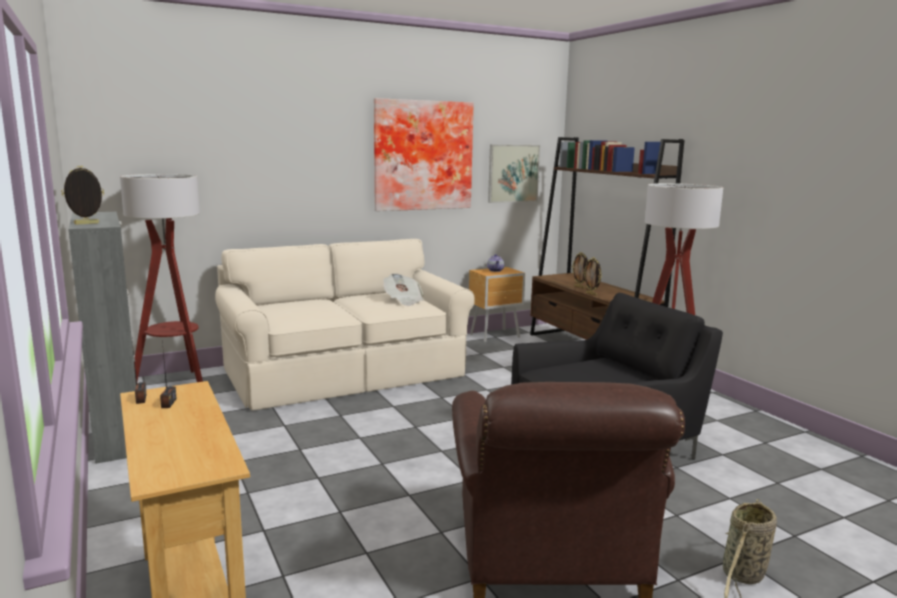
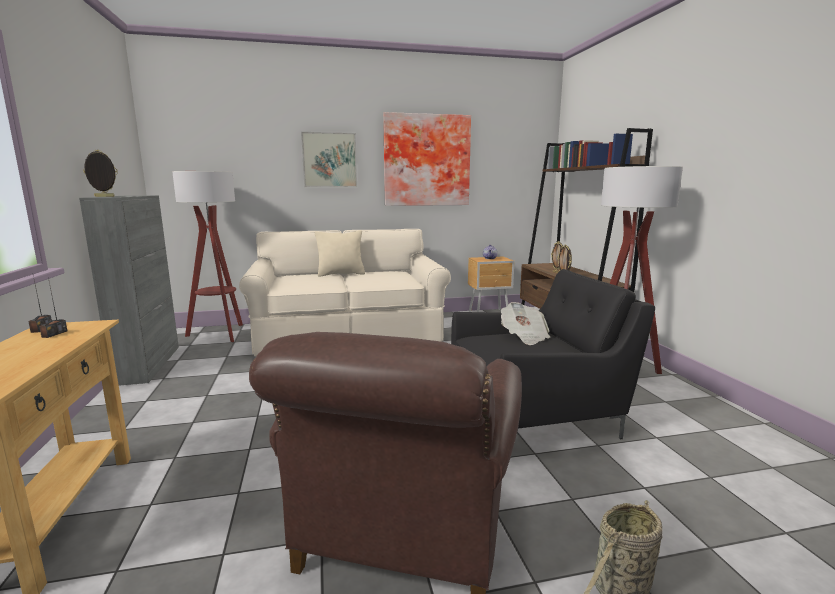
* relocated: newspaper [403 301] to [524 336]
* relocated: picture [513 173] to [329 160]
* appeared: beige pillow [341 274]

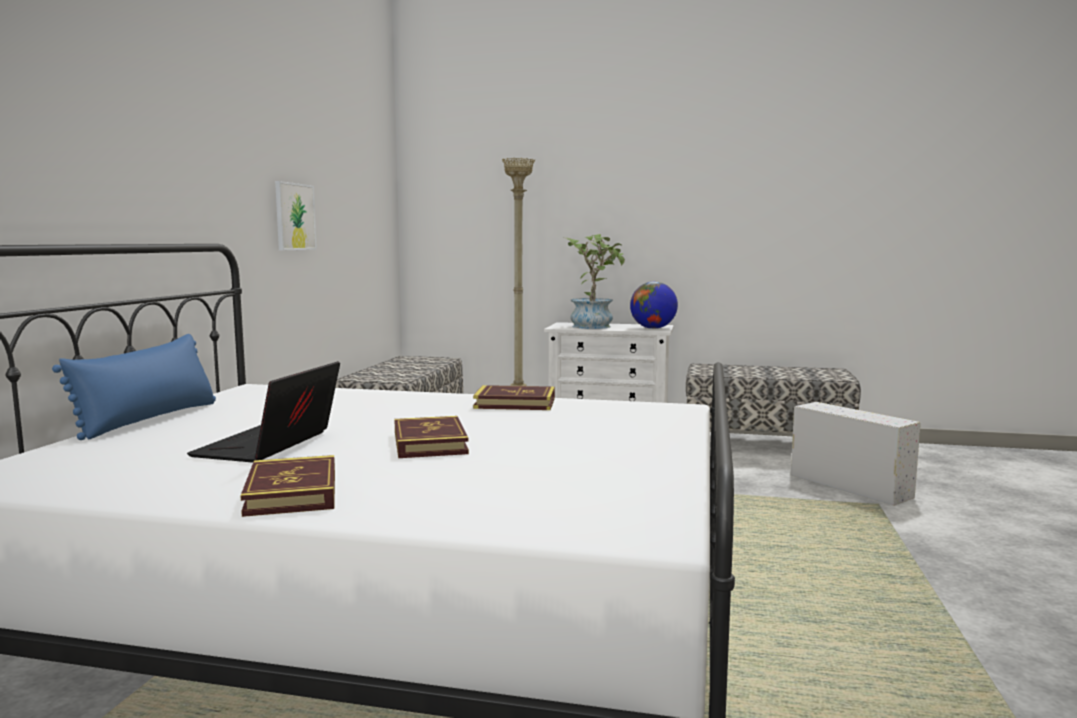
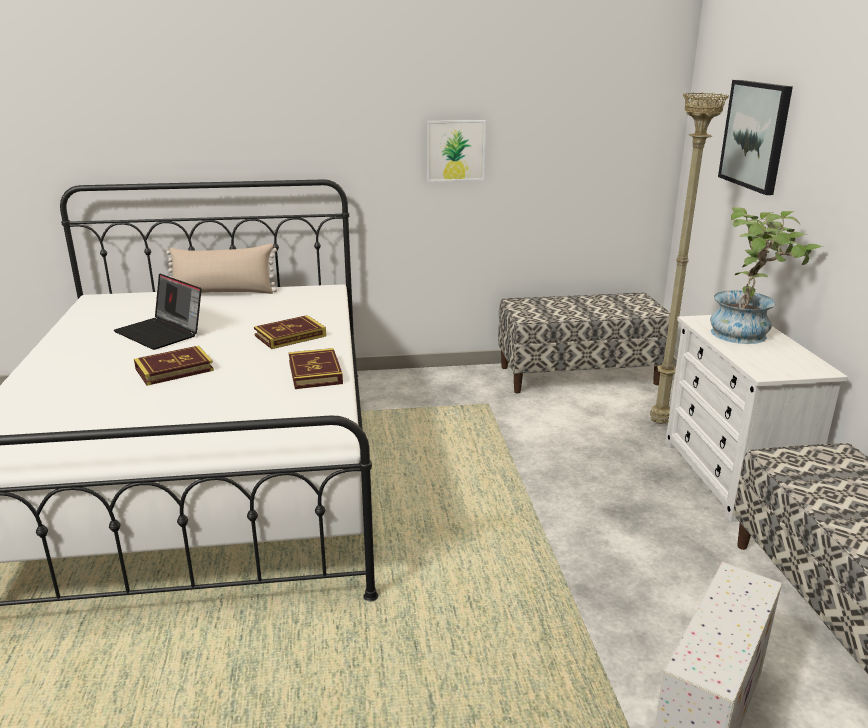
* colour: blue pillow [149 419] to beige pillow [223 292]
* spun: laptop [269 446] = [162 333] 135 degrees counterclockwise
* relocated: book [292 492] to [290 336]
* missing: globe [653 328]
* appeared: picture [755 135]

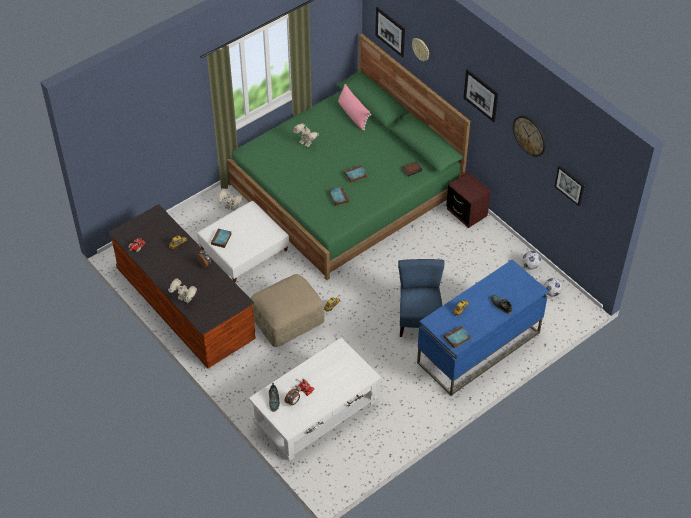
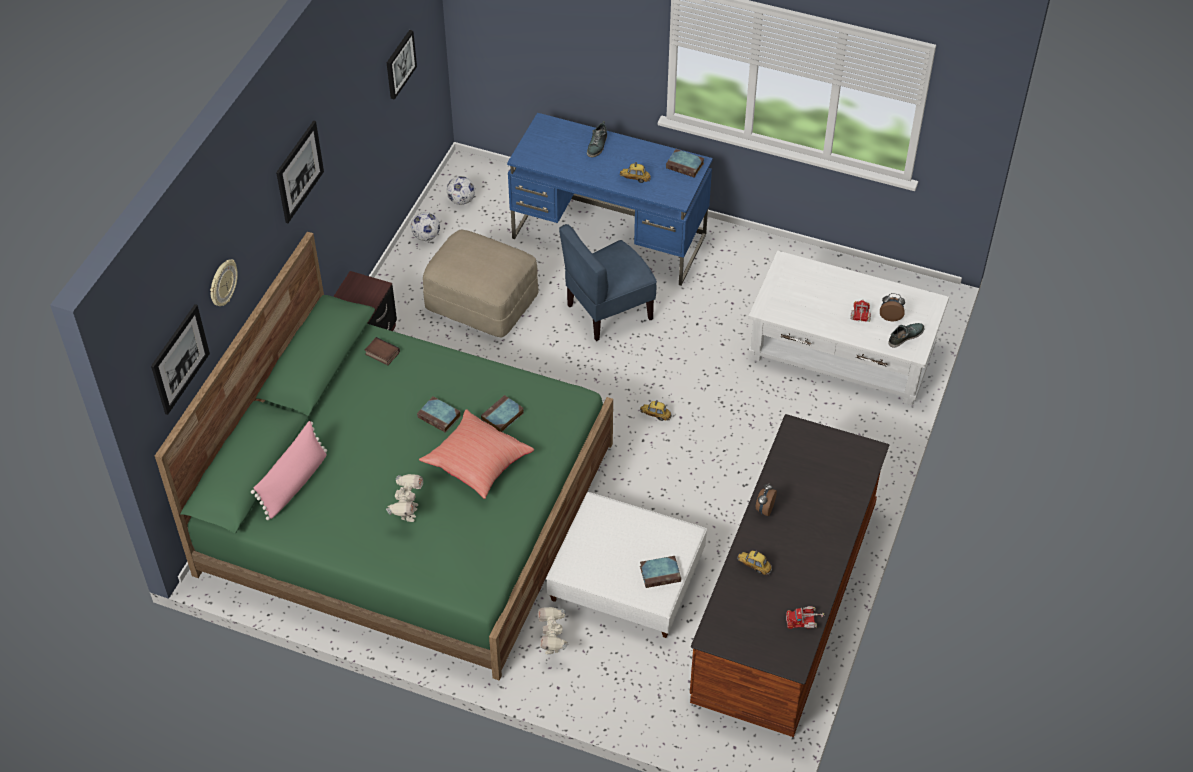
* missing: toy robot [184 300]
* relocated: beige ottoman [287 320] to [481 302]
* missing: wall clock [530 135]
* appeared: red pillow [477 464]

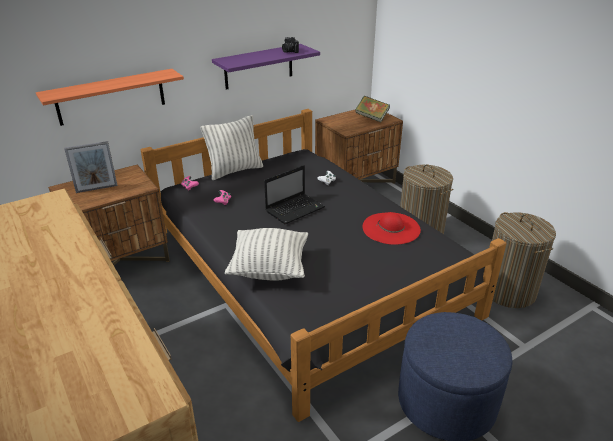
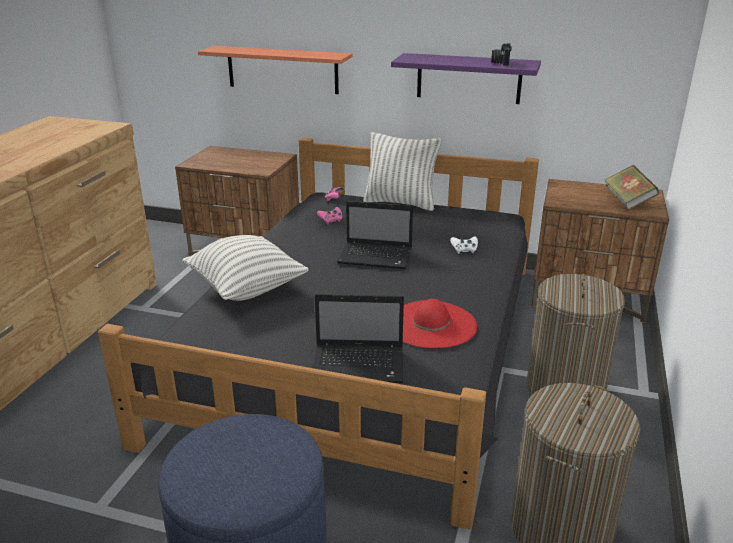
* missing: picture frame [97 189]
* appeared: laptop [360 365]

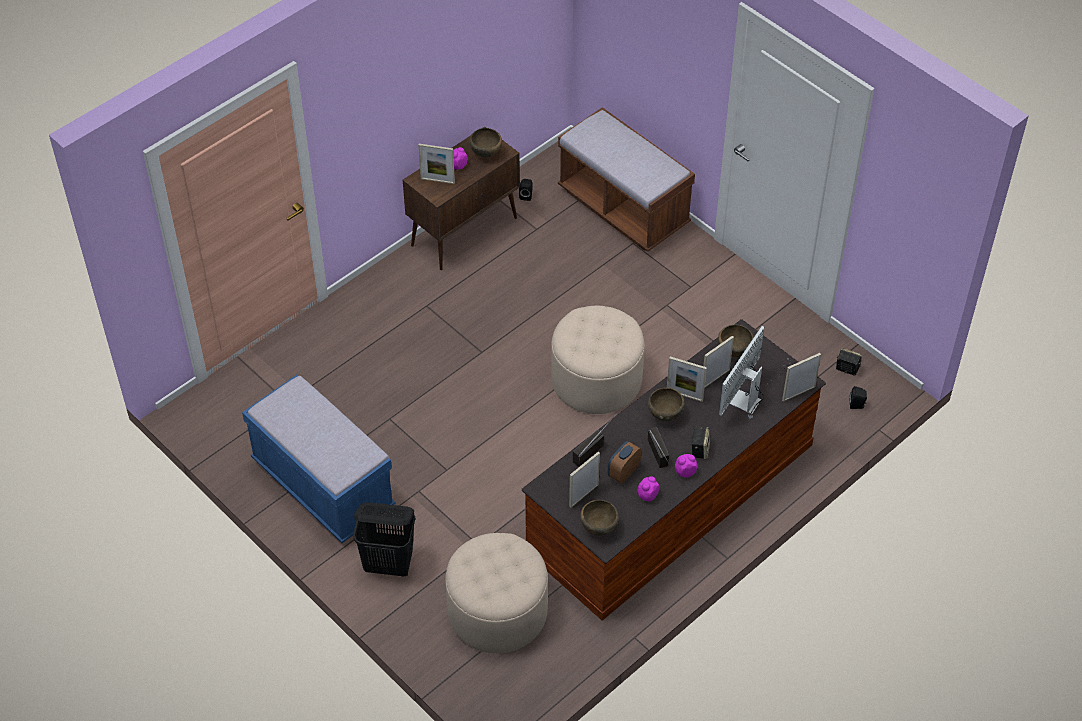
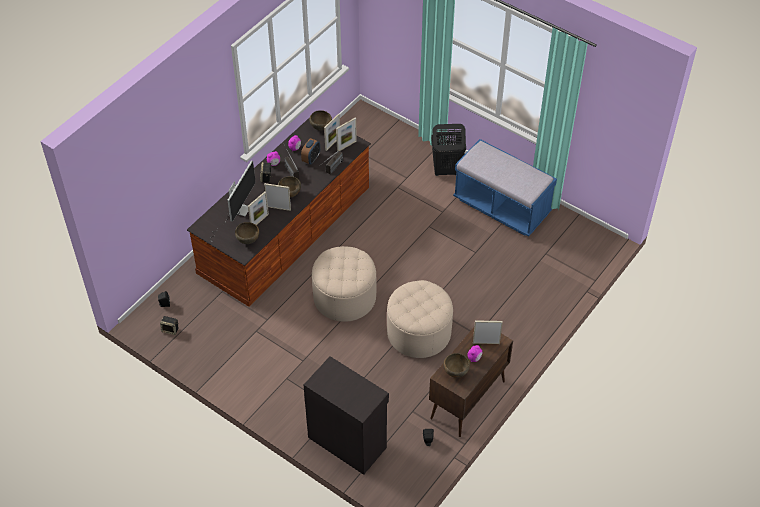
* relocated: beige ottoman [497 611] to [419 332]
* exchanged: brown bench [623 208] to black cabinet [347 441]
* relocated: picture frame [798 393] to [346 146]

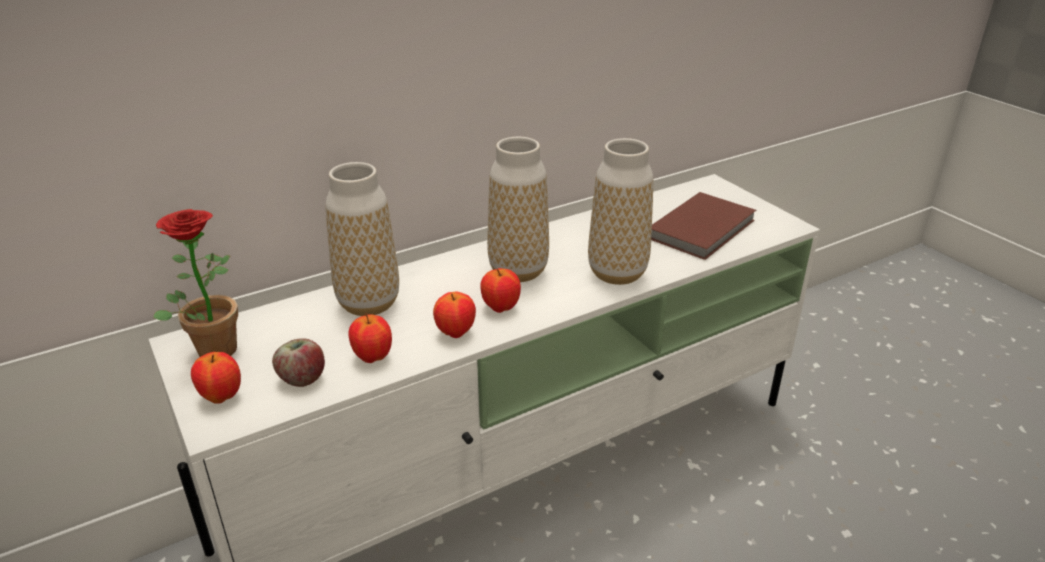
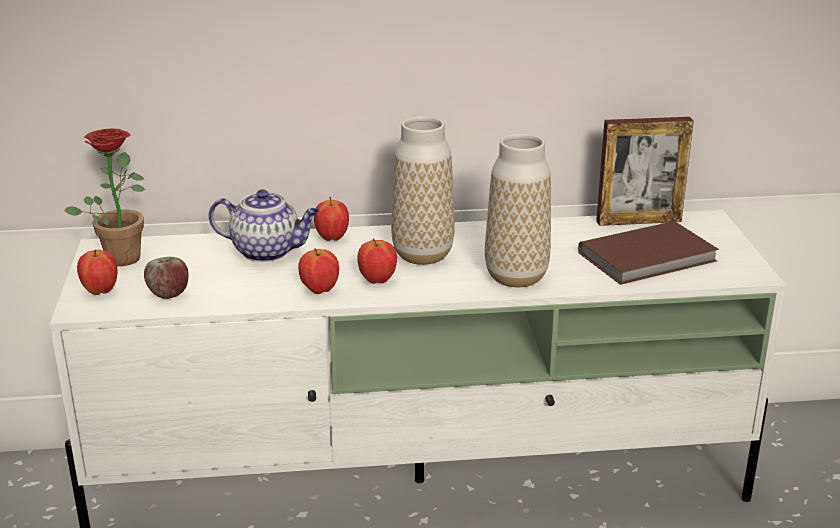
* exchanged: vase [368 303] to teapot [268 251]
* relocated: apple [373 357] to [332 238]
* appeared: picture frame [638 221]

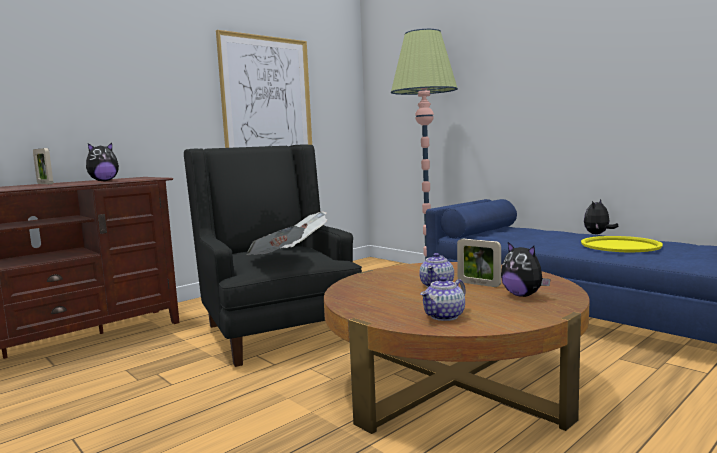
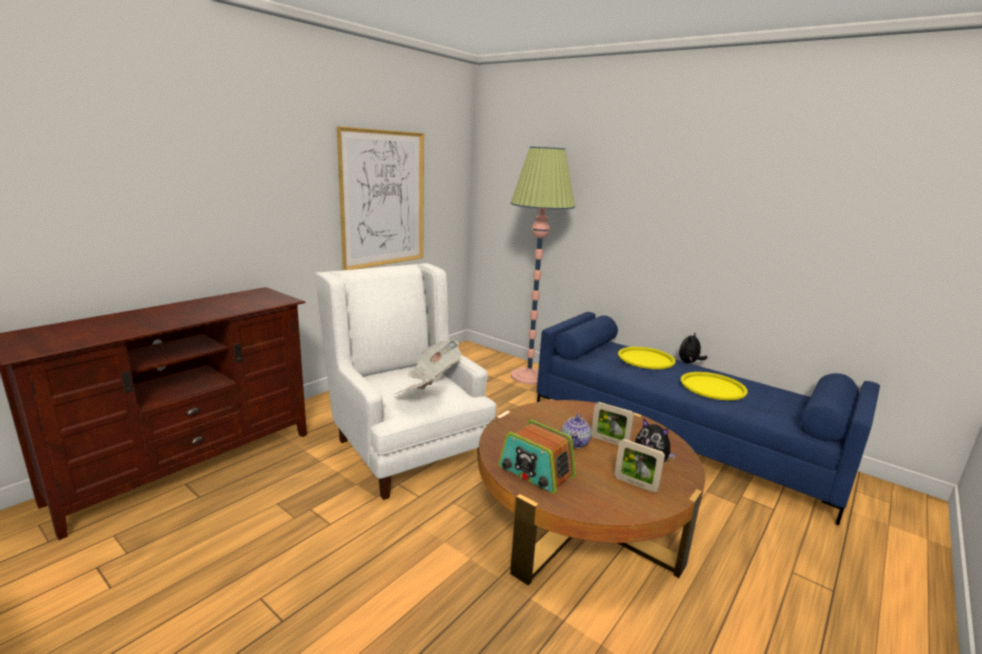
* relocated: picture frame [45 184] to [635 484]
* missing: plush toy [103 181]
* colour: black armchair [275 328] to white armchair [404 445]
* missing: teapot [444 316]
* appeared: radio [535 472]
* appeared: yellow tray [646 359]

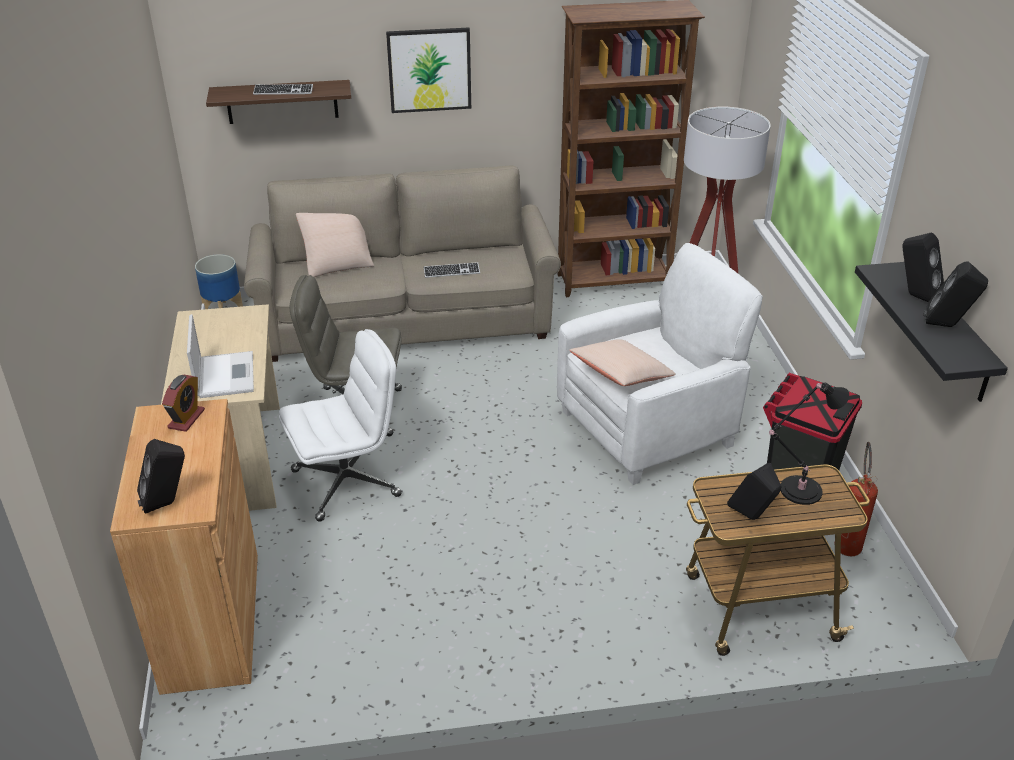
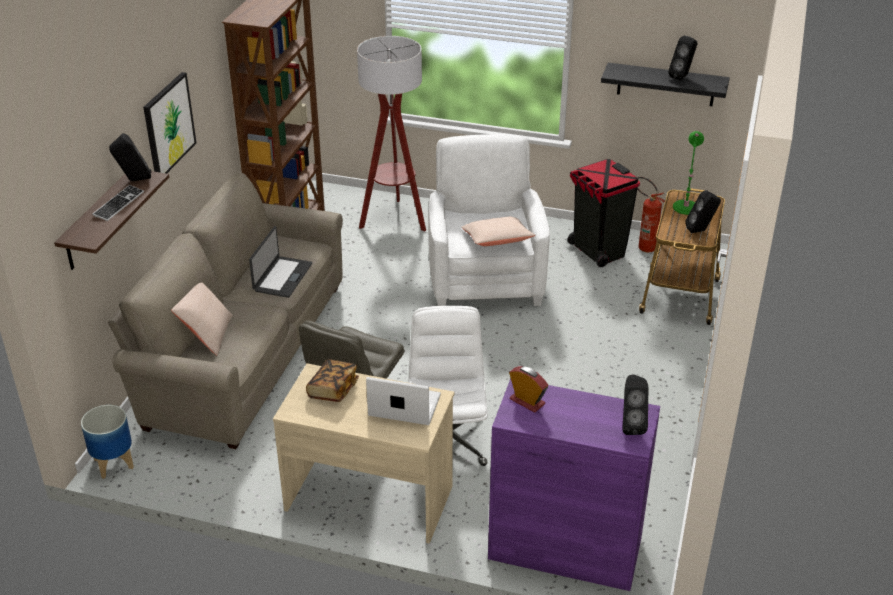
* colour: brown cabinet [211 620] to purple cabinet [565 548]
* exchanged: keyboard [451 271] to laptop [282 277]
* colour: black table lamp [797 491] to green table lamp [685 209]
* relocated: black speaker [914 295] to [134 180]
* appeared: book [333 390]

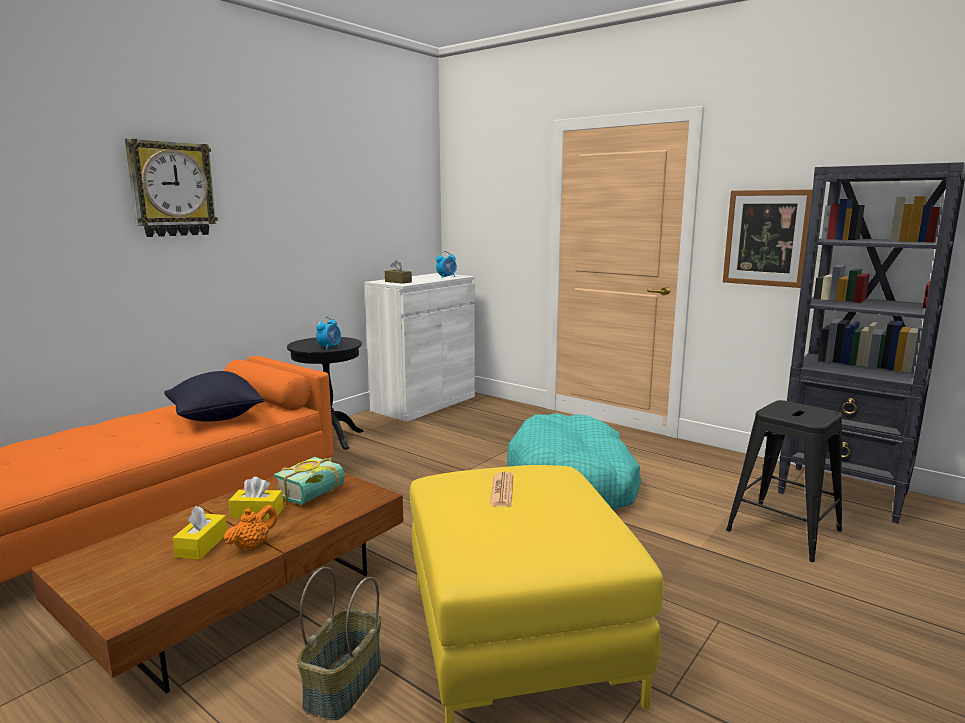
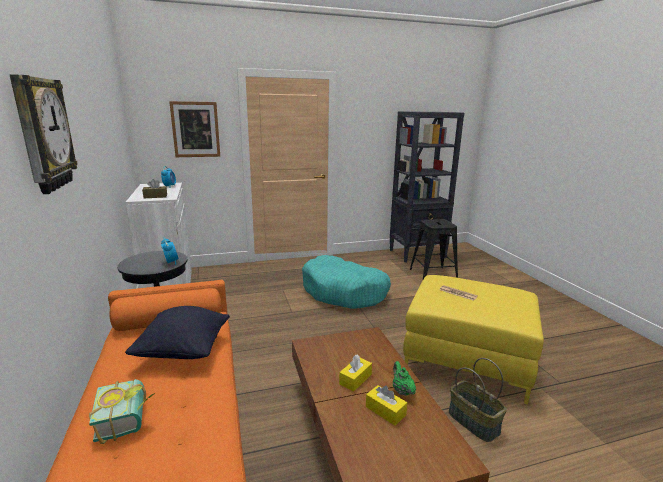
* colour: orange teapot [252 545] to green teapot [402 390]
* relocated: book [315 495] to [129 418]
* relocated: picture [766 238] to [195 129]

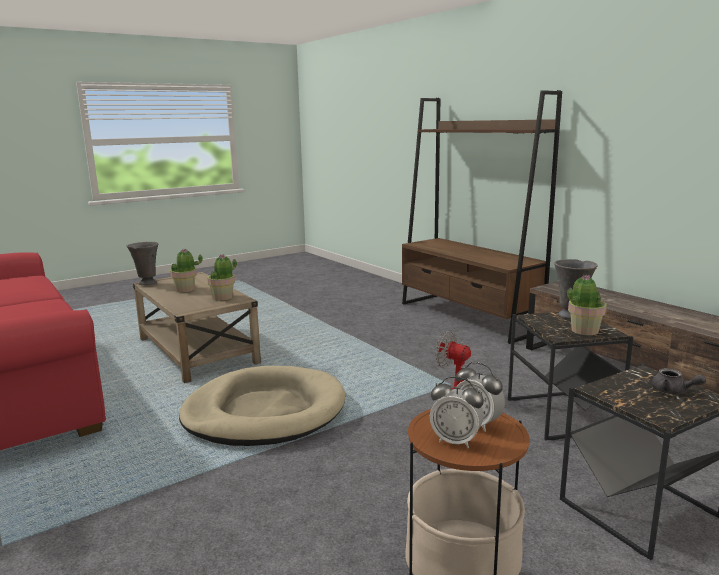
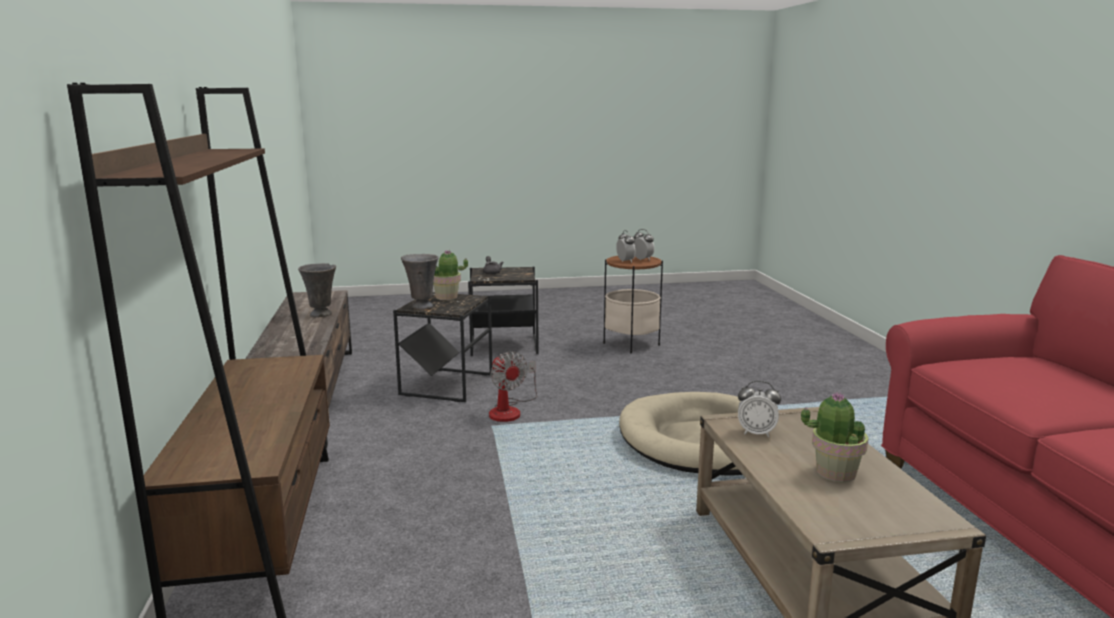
* relocated: grey vase [147 283] to [321 315]
* exchanged: potted plant [223 297] to alarm clock [756 433]

